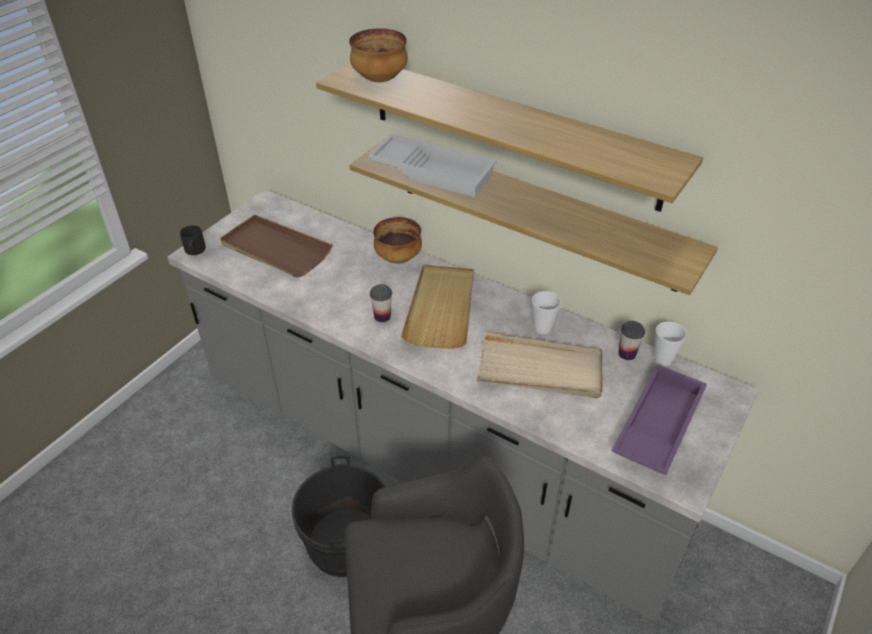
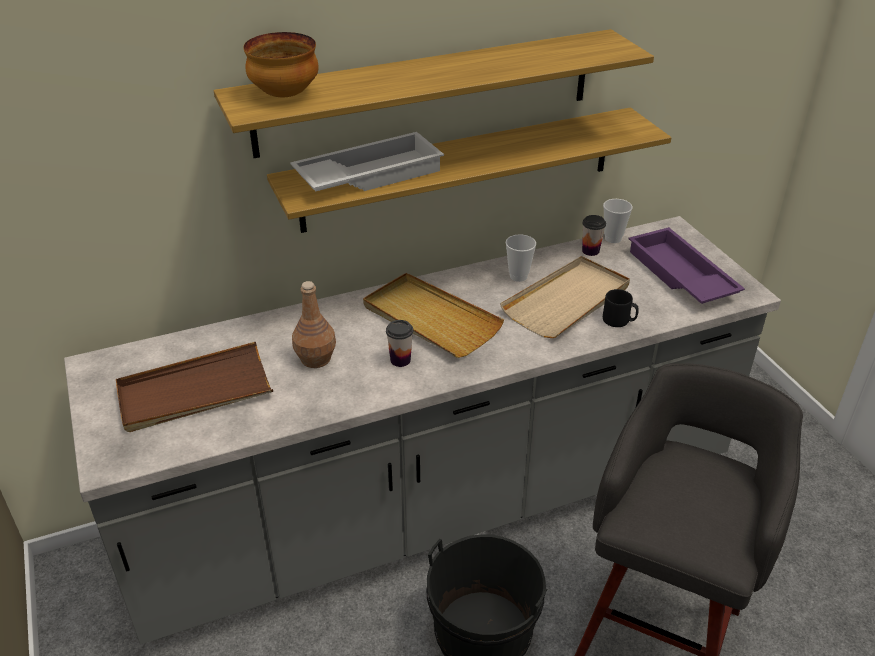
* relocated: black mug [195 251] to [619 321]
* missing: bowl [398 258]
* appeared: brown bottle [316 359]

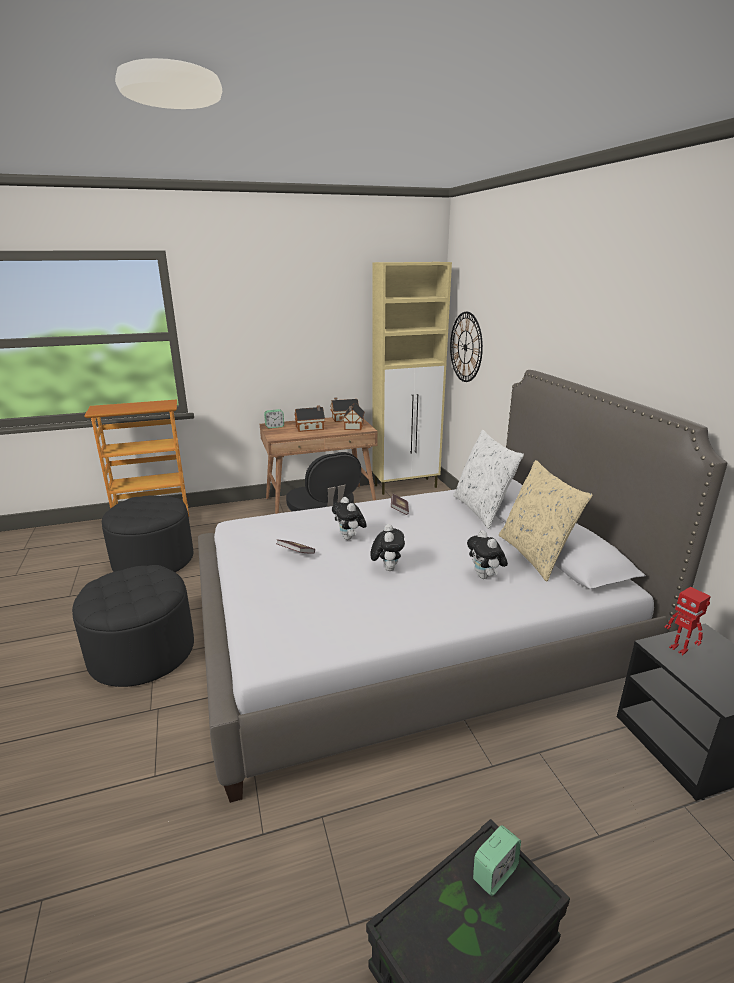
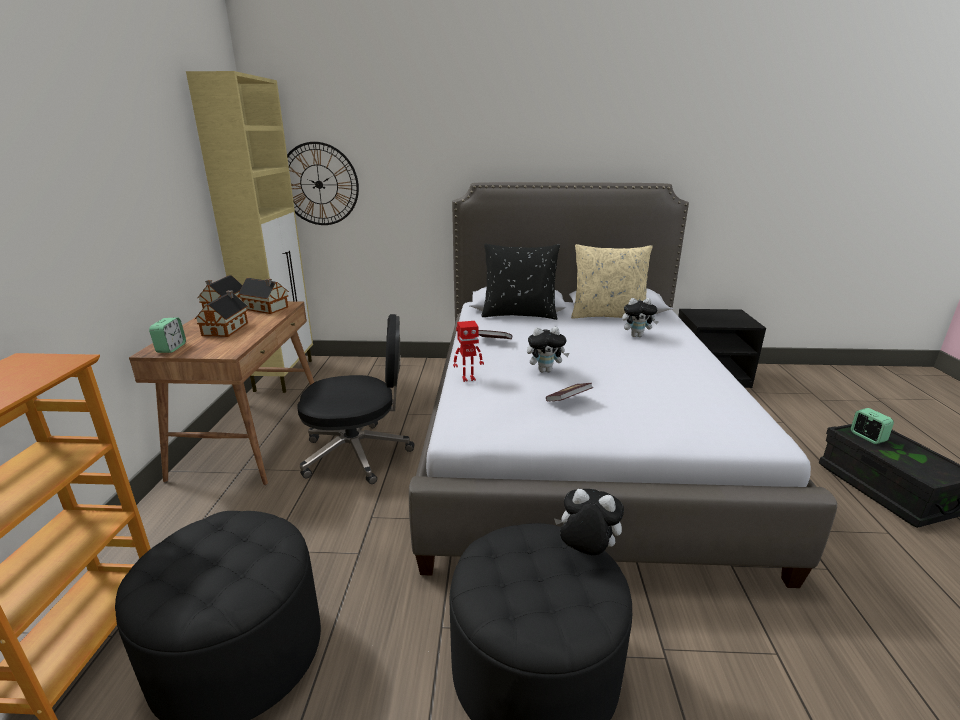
* relocated: plush toy [387 568] to [585 552]
* colour: white pillow [482 510] to black pillow [519 314]
* relocated: toy robot [679 649] to [468 378]

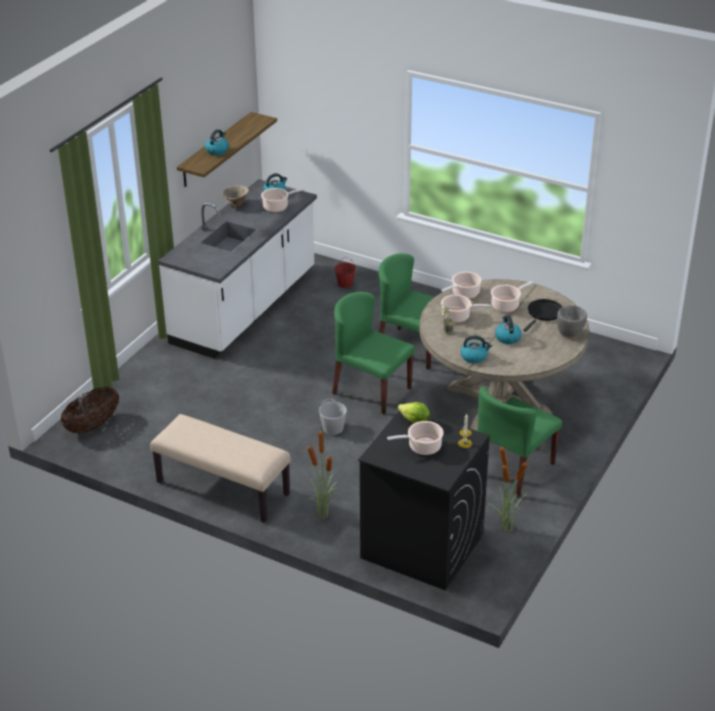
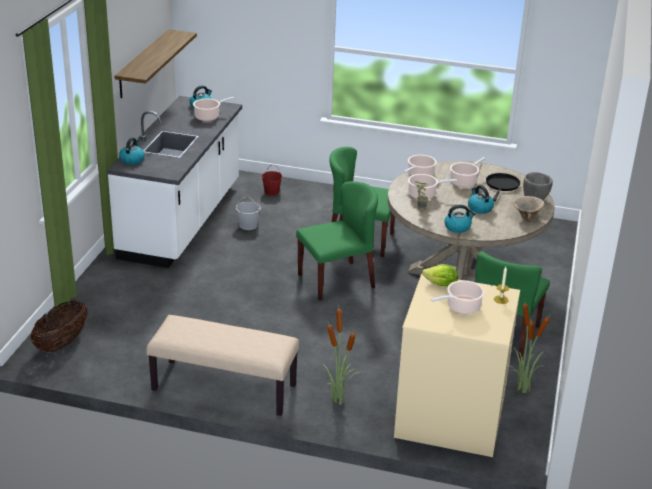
* relocated: kettle [217 150] to [132 160]
* relocated: beige bowl [236 204] to [526 217]
* relocated: white bucket [333 428] to [248 225]
* spun: green chair [371 390] = [336 280] 135 degrees clockwise
* colour: black washing machine [421 546] to beige washing machine [449 417]

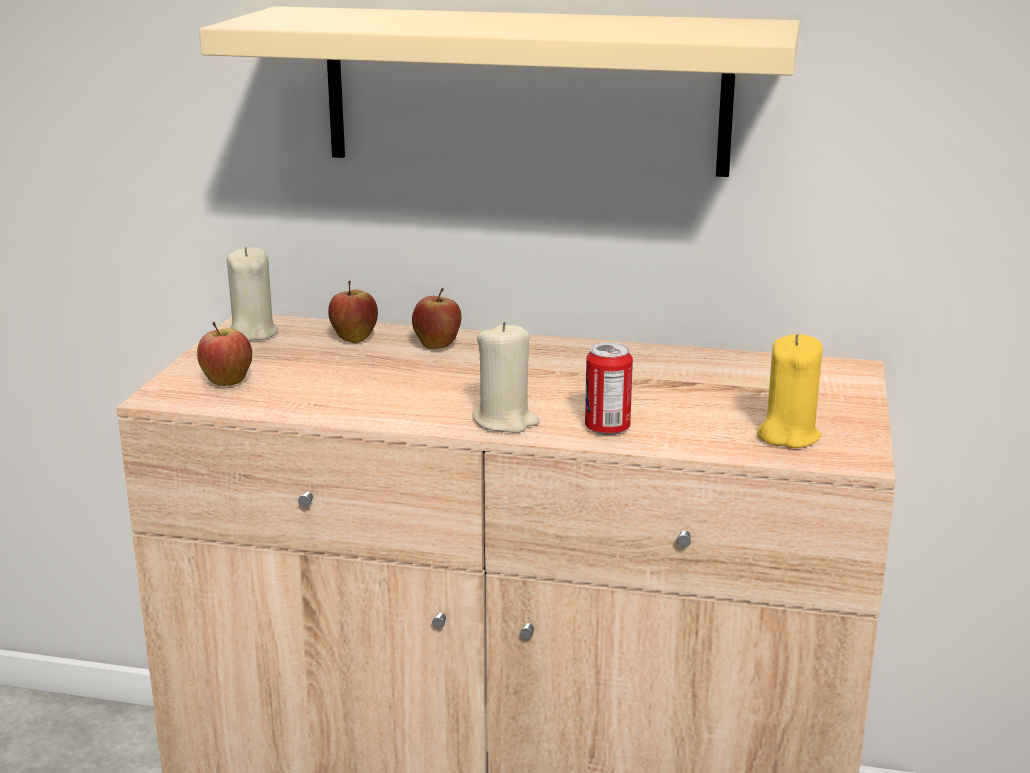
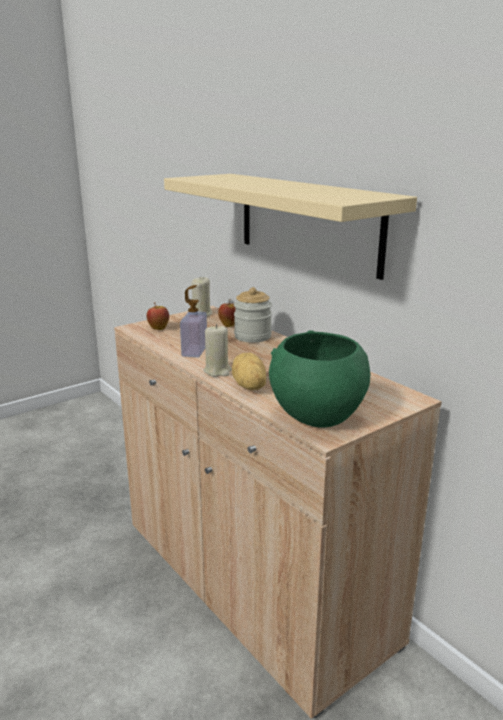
* exchanged: apple [437 347] to jar [252 336]
* exchanged: can [607 429] to potato [248 387]
* exchanged: yellow candle [788 436] to green bowl [317 416]
* appeared: soap dispenser [194 351]

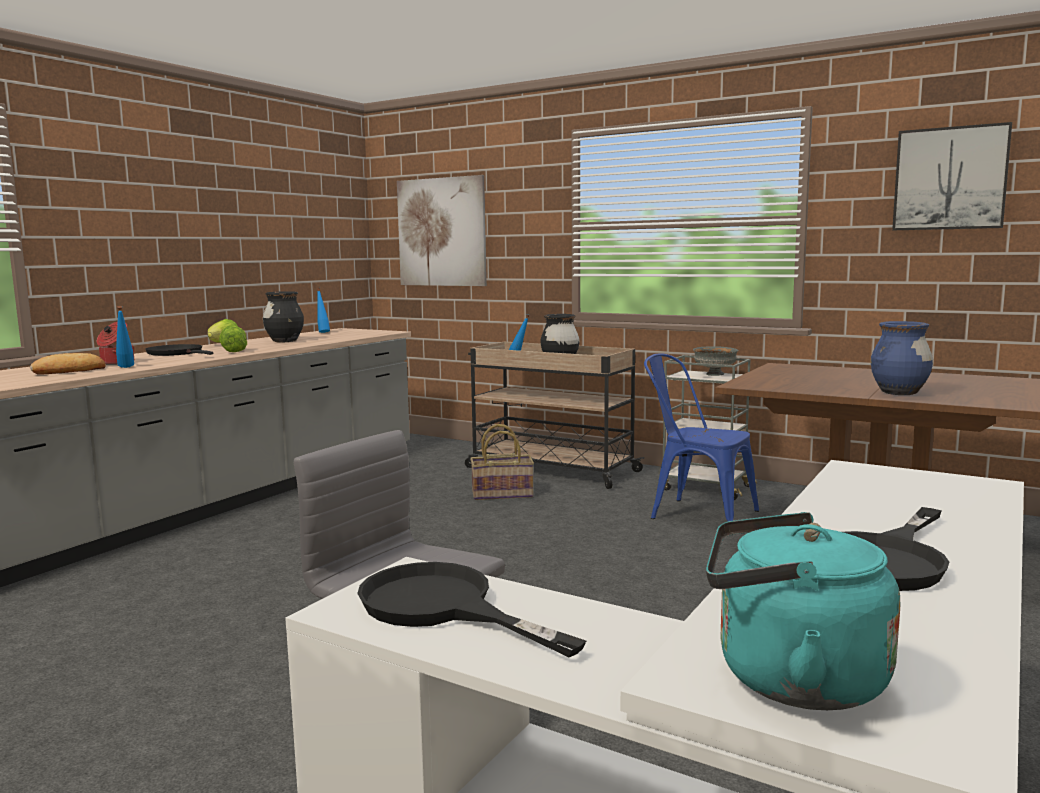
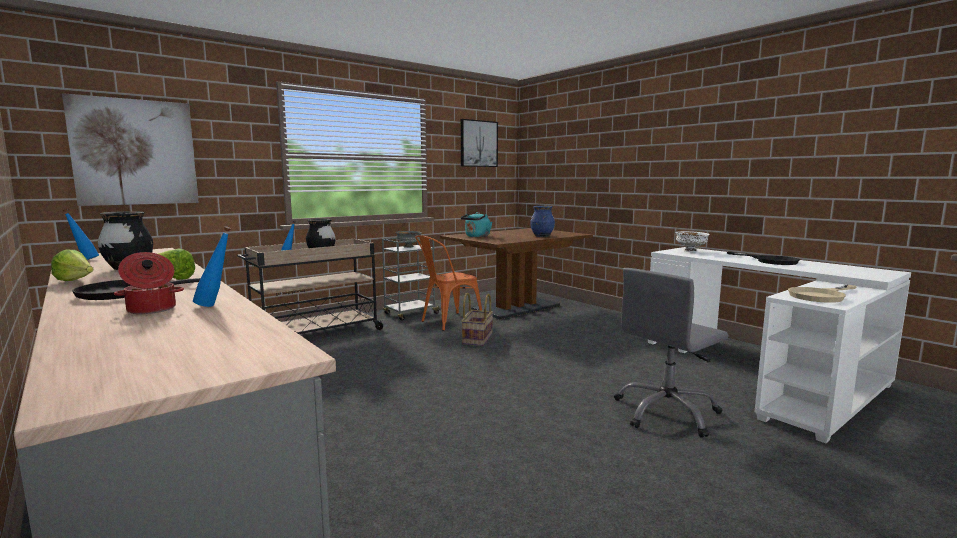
* missing: bread [70 371]
* colour: black frying pan [442 607] to beige frying pan [821 296]
* relocated: basket [502 494] to [477 339]
* colour: blue chair [695 514] to orange chair [447 322]
* relocated: turquoise kettle [789 679] to [476 236]
* appeared: white bowl [691 251]

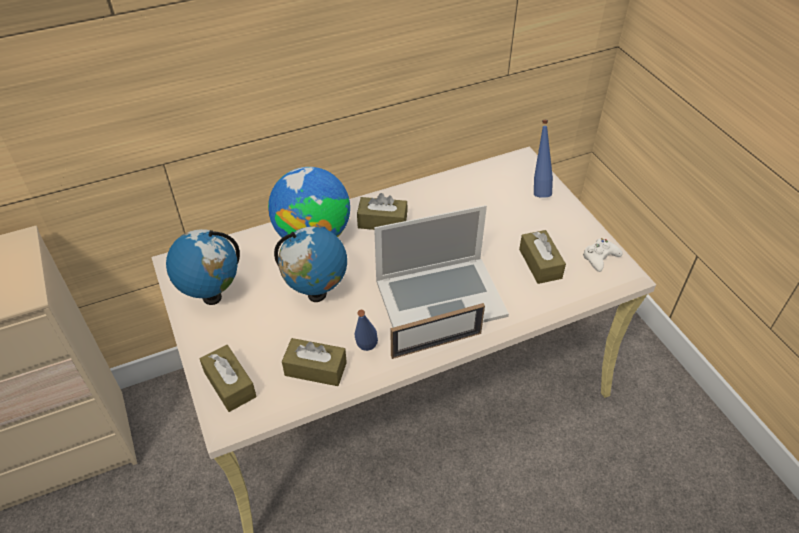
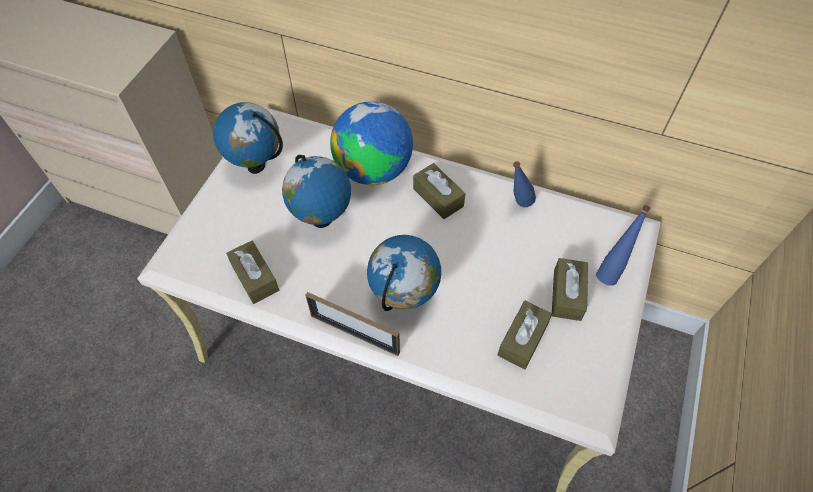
* relocated: brown tissue box [230 384] to [567 294]
* relocated: blue bottle [366 353] to [517 206]
* exchanged: laptop [440 297] to globe [404 298]
* missing: white game controller [600 258]

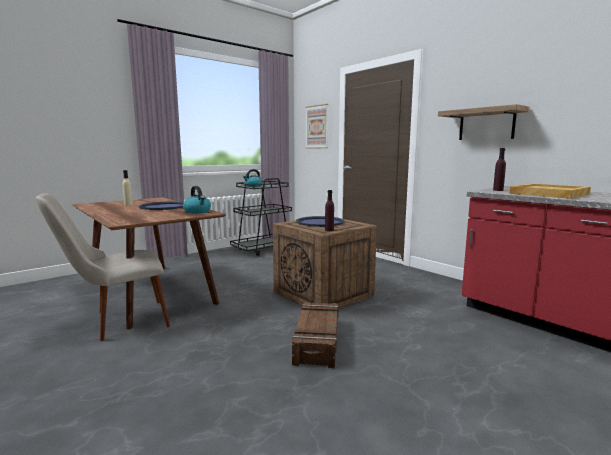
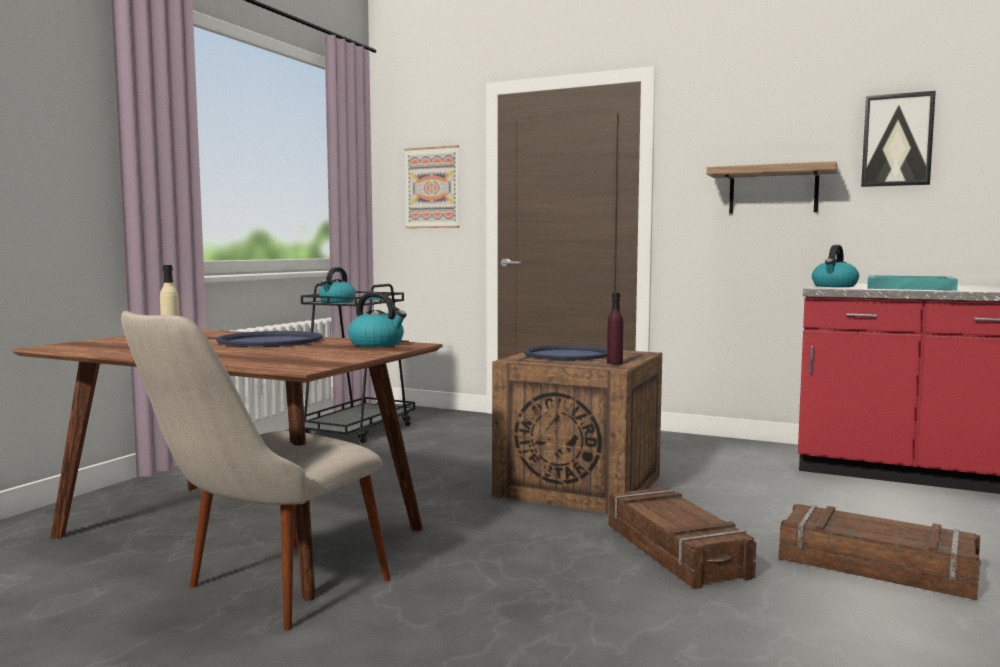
* exchanged: purple bottle [498 190] to kettle [834 286]
* colour: beige tray [548 194] to turquoise tray [908 287]
* appeared: crate [876 566]
* appeared: picture [897 140]

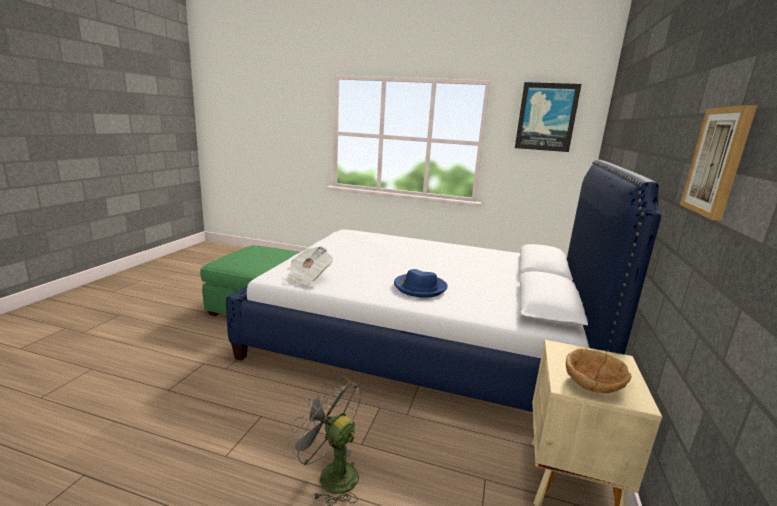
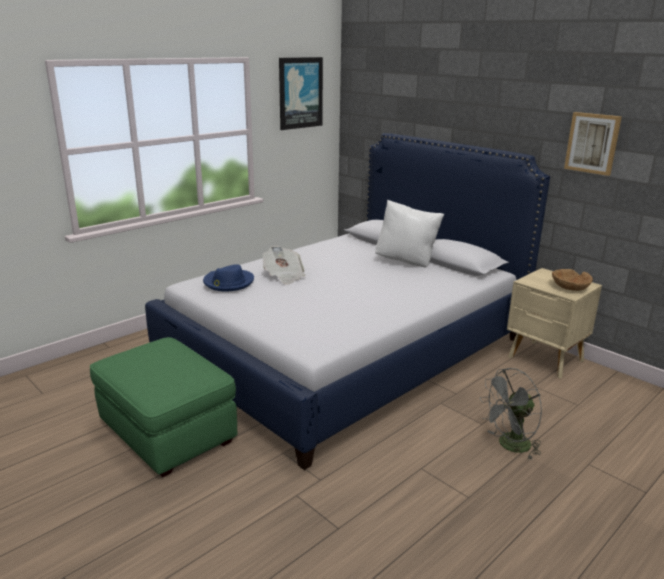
* relocated: newspaper [307 278] to [284 276]
* relocated: blue hat [419 287] to [228 282]
* appeared: white pillow [406 262]

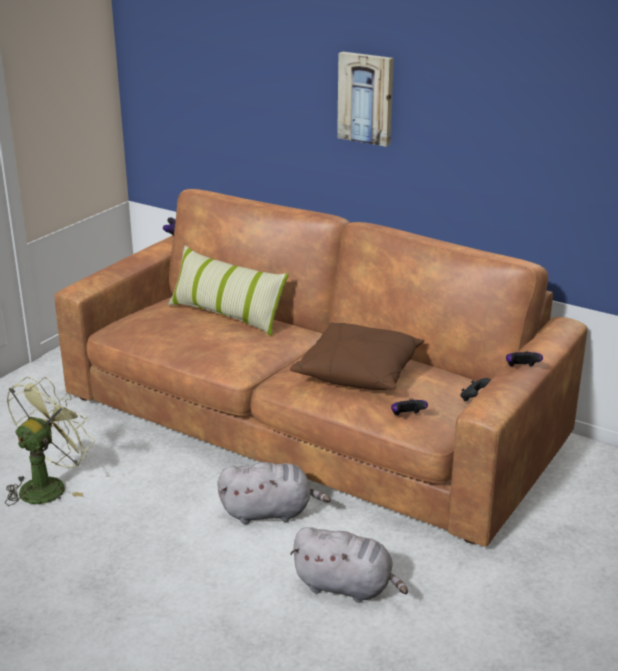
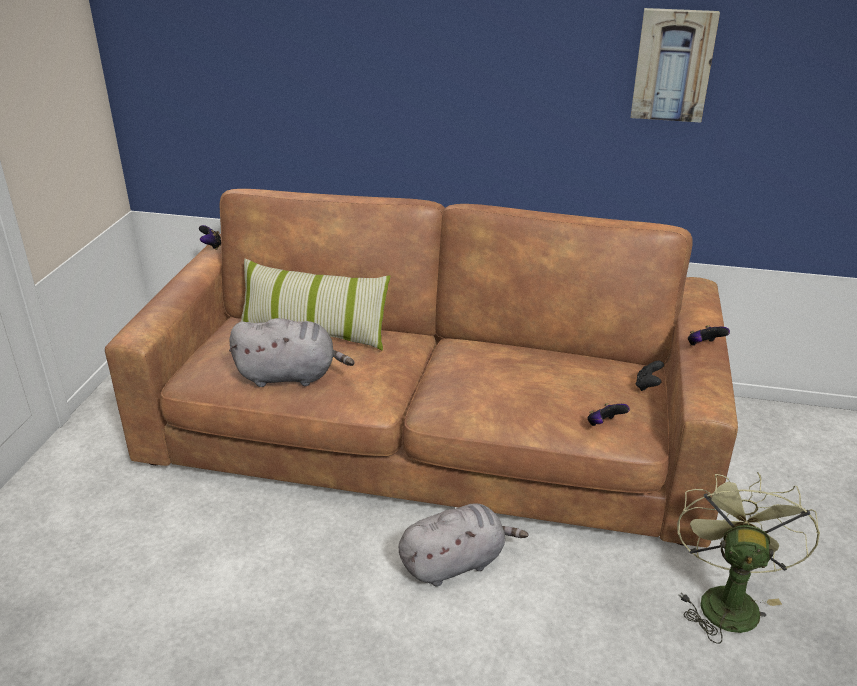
* relocated: green fan [49 485] to [726 598]
* missing: brown pillow [358 372]
* relocated: grey plush toy [347 587] to [291 376]
* relocated: picture [366 98] to [673 65]

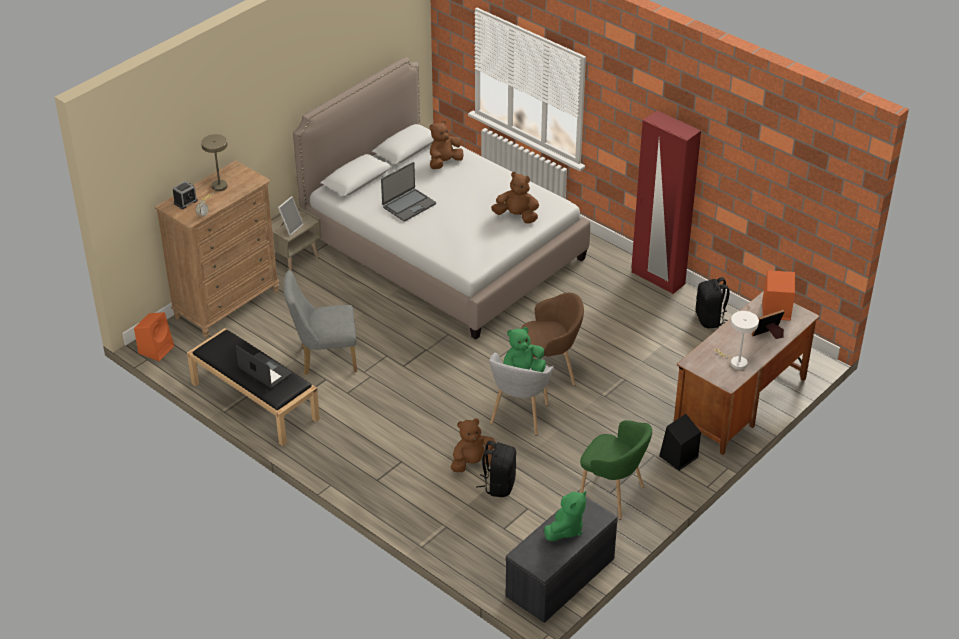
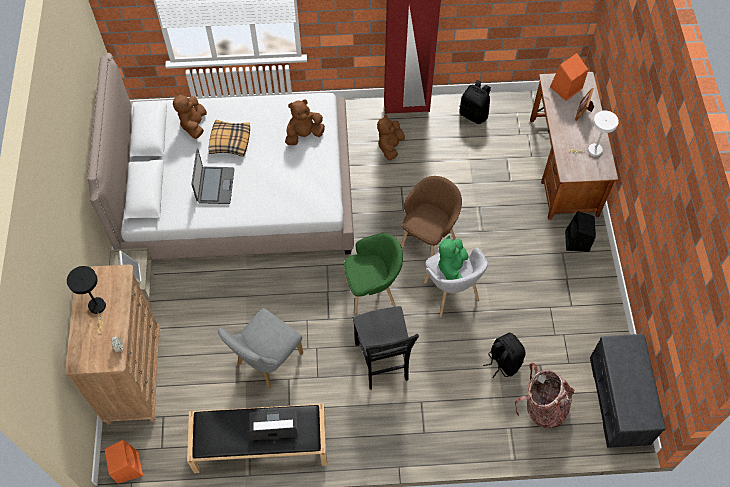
* missing: alarm clock [185 202]
* colour: beige table lamp [218 188] to black table lamp [98 309]
* relocated: brown plush toy [472 463] to [390 146]
* missing: green plush toy [565 529]
* relocated: green armchair [613 495] to [373 292]
* appeared: pillow [229 141]
* appeared: black chair [382 362]
* appeared: backpack [542 407]

